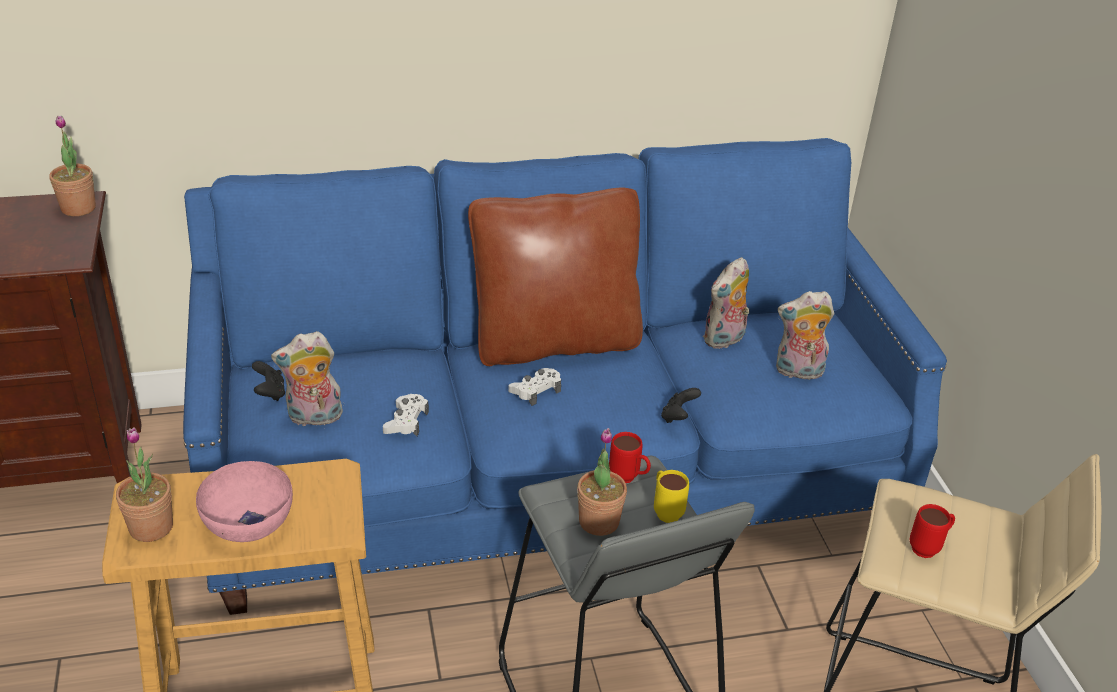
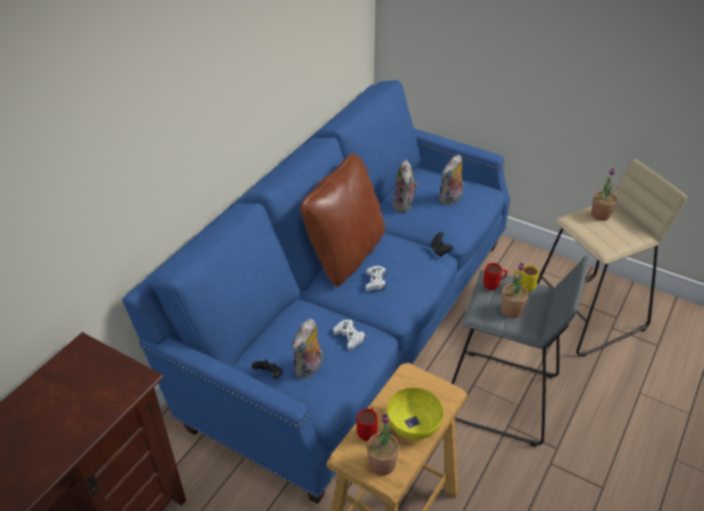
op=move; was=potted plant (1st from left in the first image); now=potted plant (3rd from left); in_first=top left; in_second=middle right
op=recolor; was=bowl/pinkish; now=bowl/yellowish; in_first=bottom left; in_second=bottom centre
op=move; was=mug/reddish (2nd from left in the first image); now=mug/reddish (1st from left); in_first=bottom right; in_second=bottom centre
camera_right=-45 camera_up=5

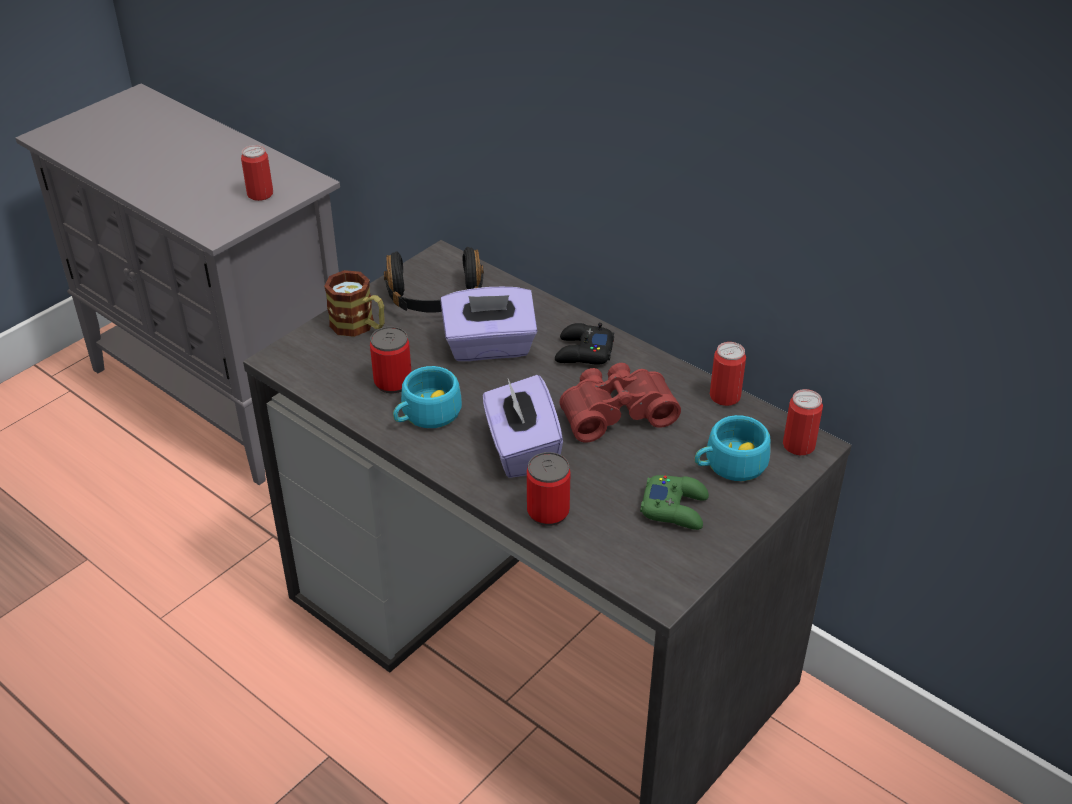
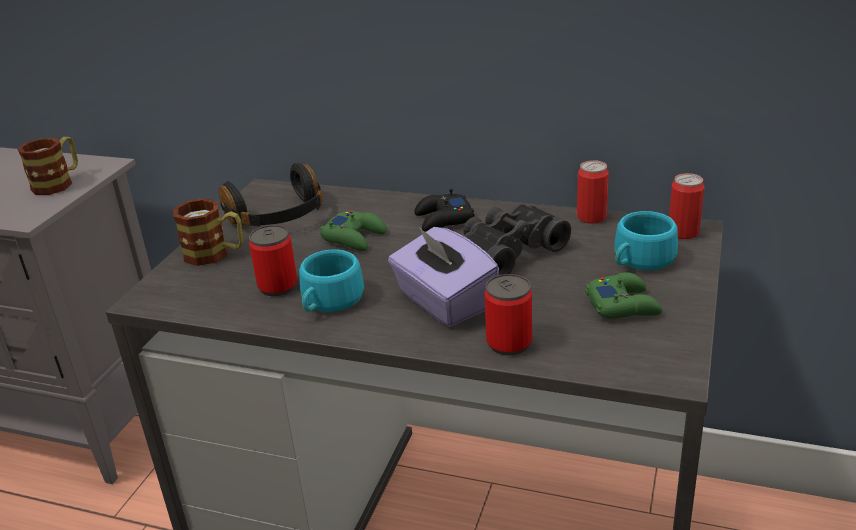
op=replace; was=sealed can (1st from left); now=mug (1st from left); in_first=top left; in_second=top left
op=replace; was=tissue box/purplish (1st from left); now=joypad/green (1st from left); in_first=centre; in_second=centre
op=recolor; was=binoculars/reddish; now=binoculars/black; in_first=centre; in_second=centre
camera_right=-20 camera_up=-10

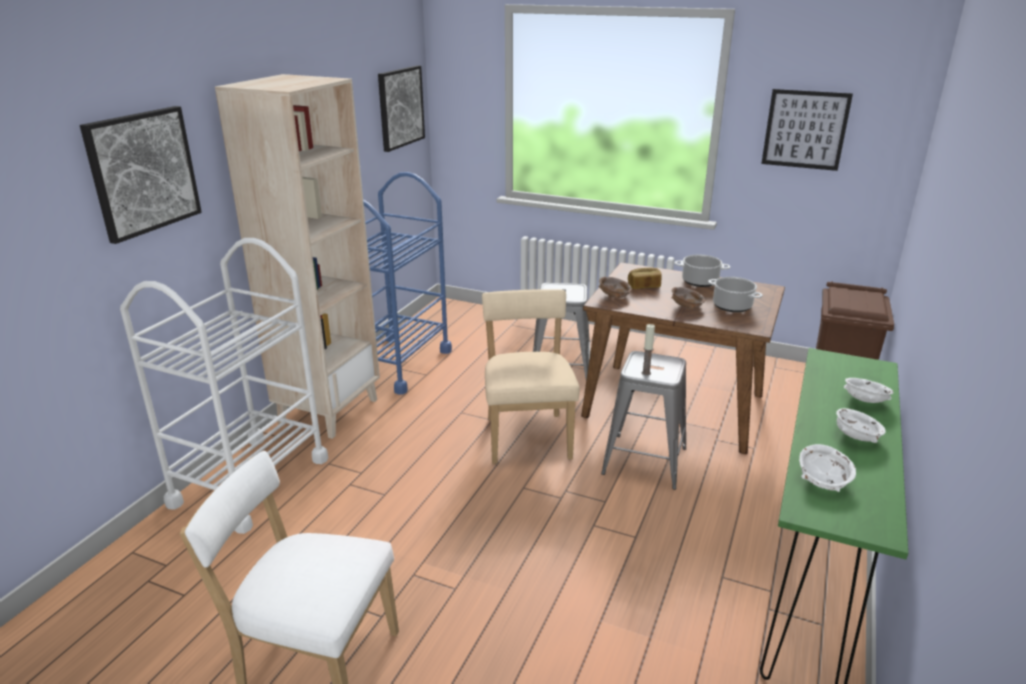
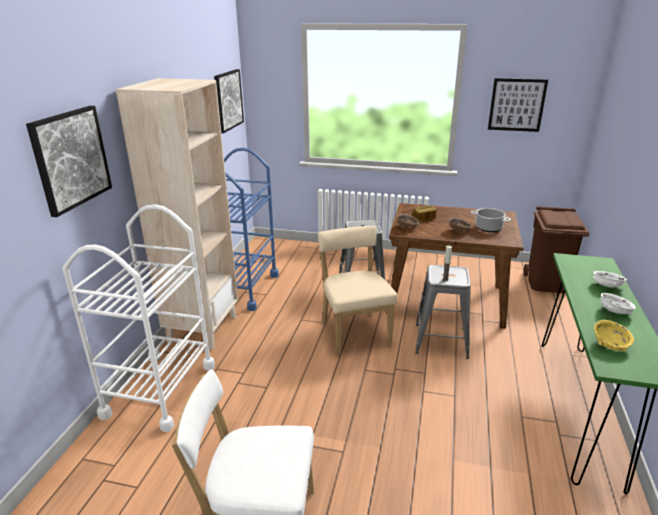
op=delete; was=cooking pot (1st from left); in_first=middle right
op=recolor; was=bowl/whitish (1st from left); now=bowl/yellowish; in_first=bottom right; in_second=middle right
camera_right=-10 camera_up=0

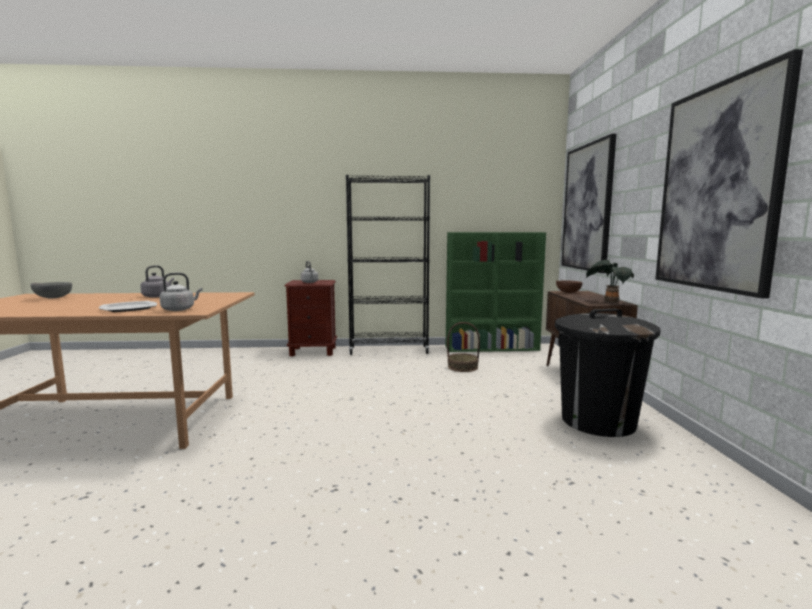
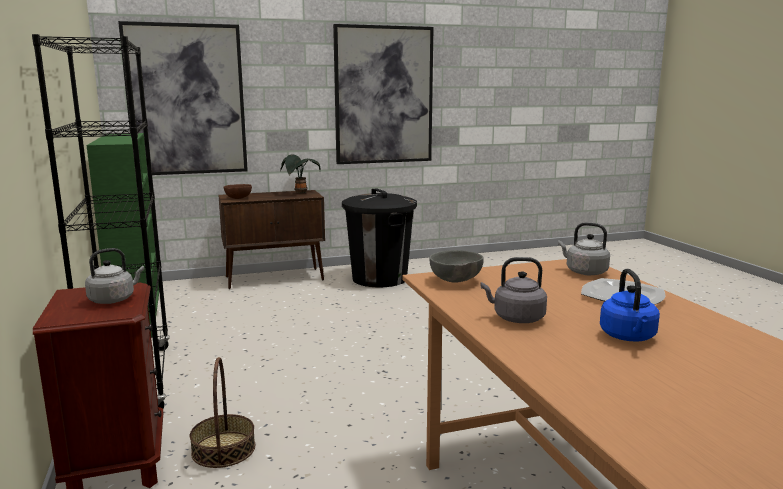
op=move; was=bowl/gray; in_first=middle left; in_second=centre
op=move; was=basket; in_first=centre; in_second=bottom left
op=insert; now=water kettle/bluish; in_second=middle right
camera_right=-105 camera_up=5

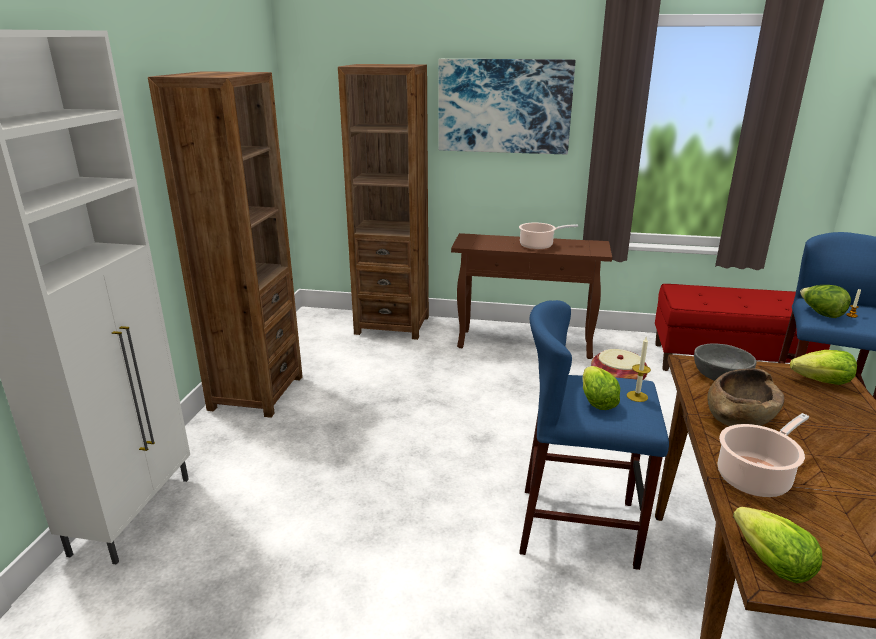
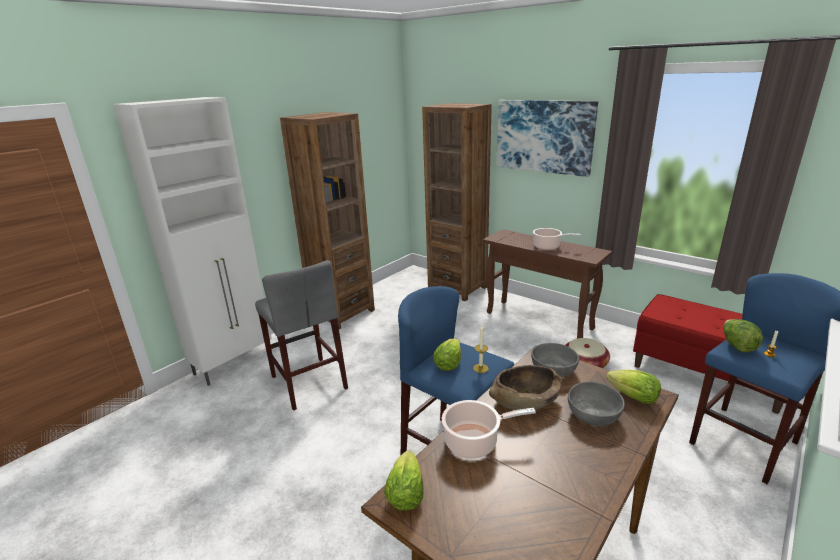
op=insert; now=sitting stool/gray; in_second=centre
op=insert; now=bowl/gray (2nd from left); in_second=bottom right
camera_right=30 camera_up=0

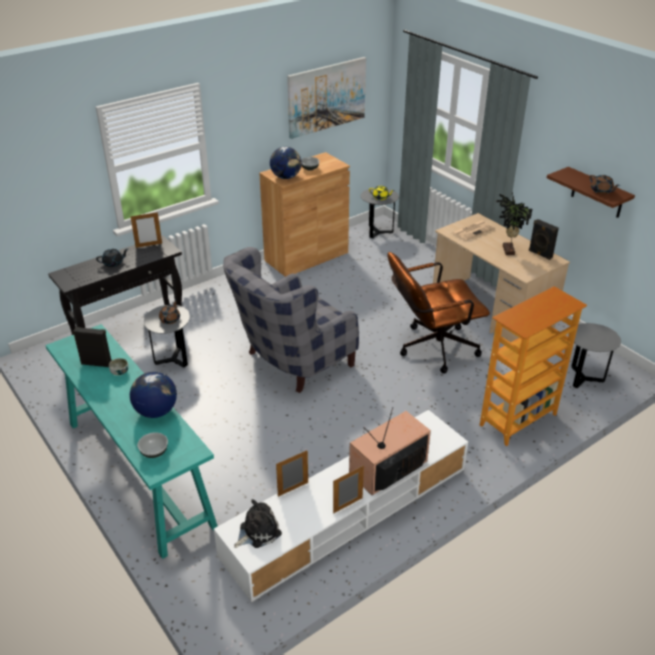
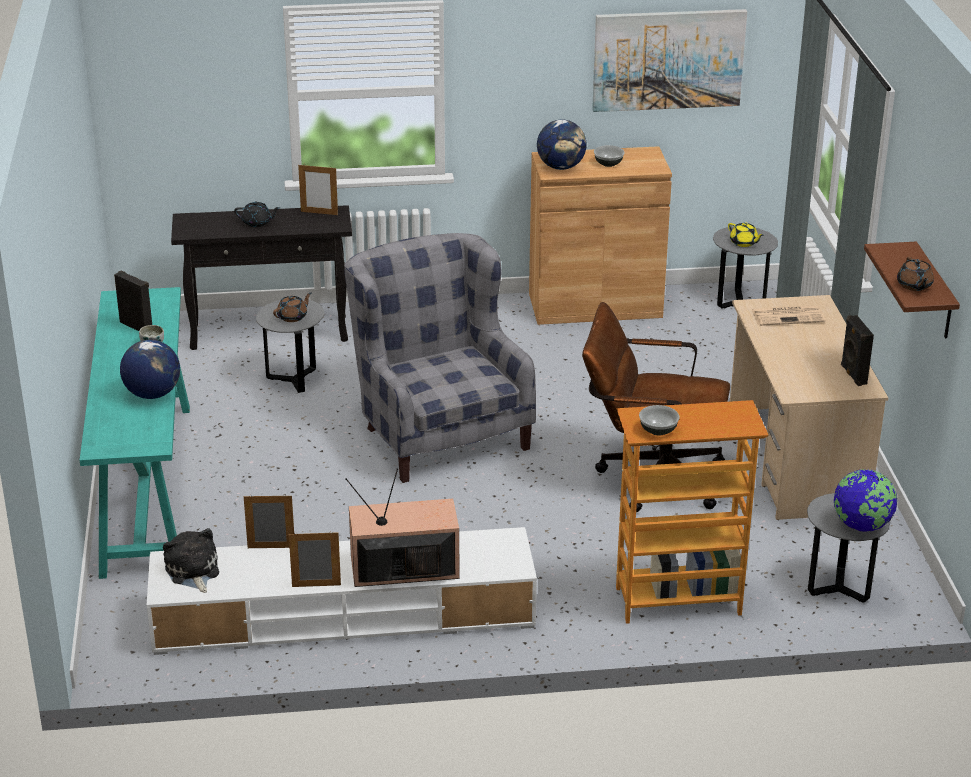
op=move; was=bowl (2nd from left in the first image); now=bowl (3rd from left); in_first=bottom left; in_second=middle right
op=rotate; was=easy chair/gray; in_first=centre; in_second=centre; clockwise=75
op=rotate; was=plush toy; in_first=bottom centre; in_second=bottom left; clockwise=-105
op=delete; was=potted plant; in_first=middle right
op=insert; now=world globe (3rd from left); in_second=middle right
camera_right=30 camera_up=-5

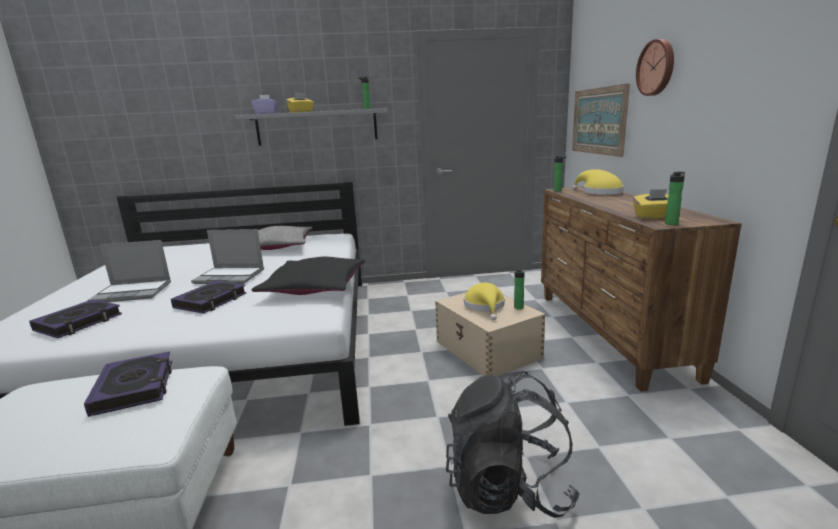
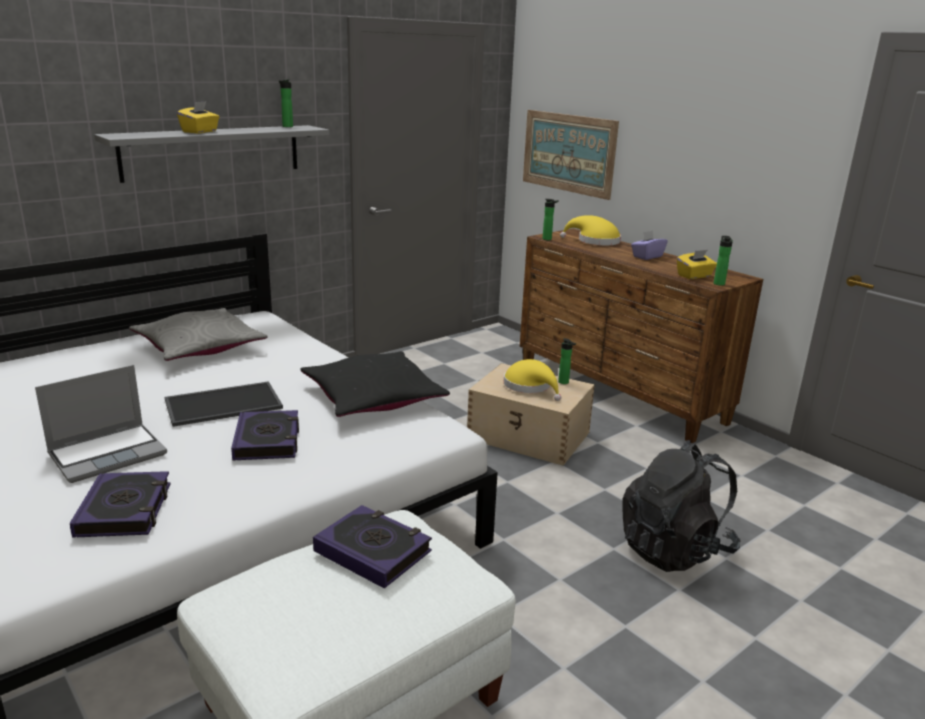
op=replace; was=notebook computer (2nd from left); now=carrying tray; in_first=middle left; in_second=middle left
op=move; was=tissue box/purplish; in_first=top left; in_second=middle right
op=delete; was=wall clock; in_first=top right
camera_right=-35 camera_up=5

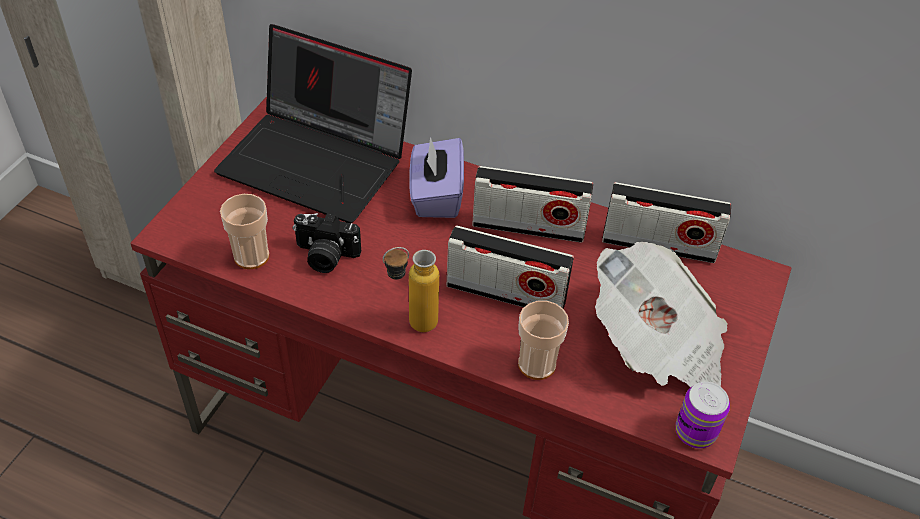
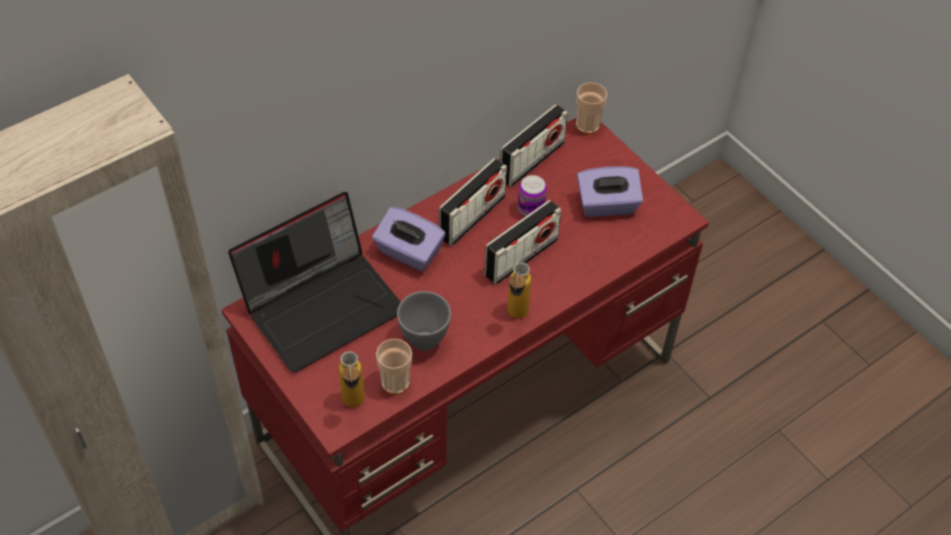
op=replace; was=still camera; now=bowl/gray; in_first=centre; in_second=centre
op=move; was=cup (2nd from left); in_first=centre; in_second=top centre
op=replace; was=printed paper; now=tissue box/purplish (2nd from left); in_first=middle right; in_second=centre
op=move; was=sealed can; in_first=bottom right; in_second=centre
op=insert; now=beverage bottle (1st from left); in_second=bottom centre
camera_right=-60 camera_up=5

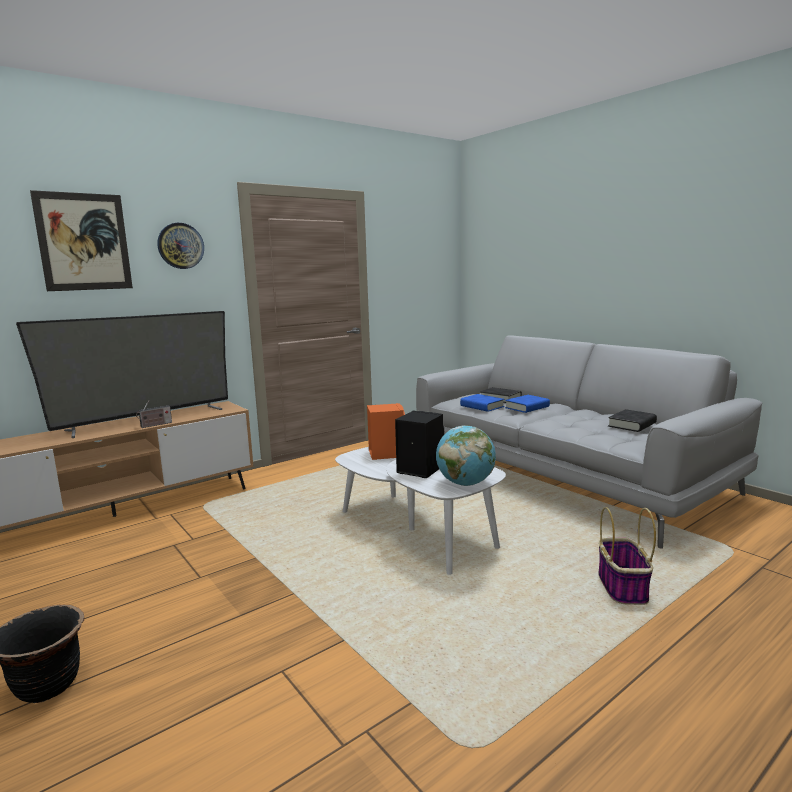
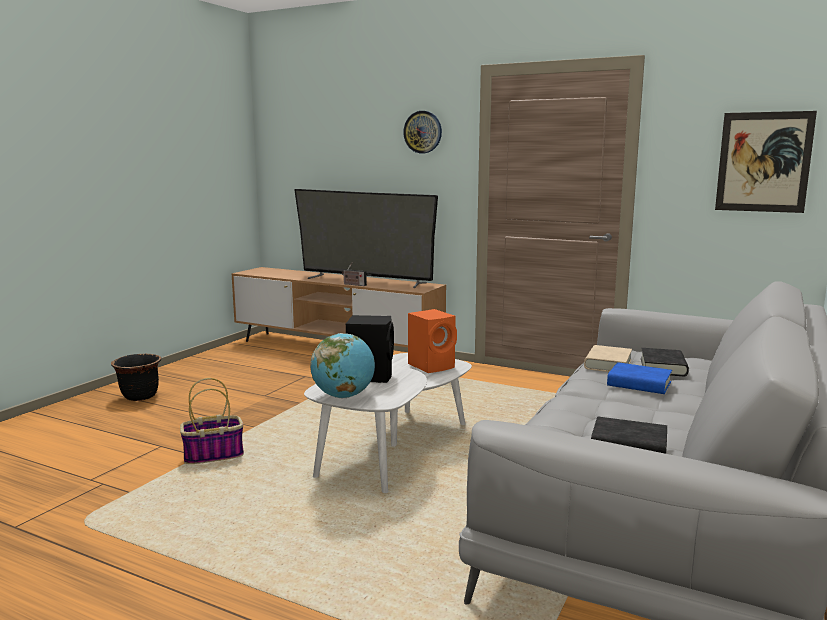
op=move; was=picture; in_first=top left; in_second=top right
op=recolor; was=volume/bluish (1st from left); now=volume/beige; in_first=centre; in_second=middle right
op=move; was=basket; in_first=bottom right; in_second=bottom left
camera_right=65 camera_up=0

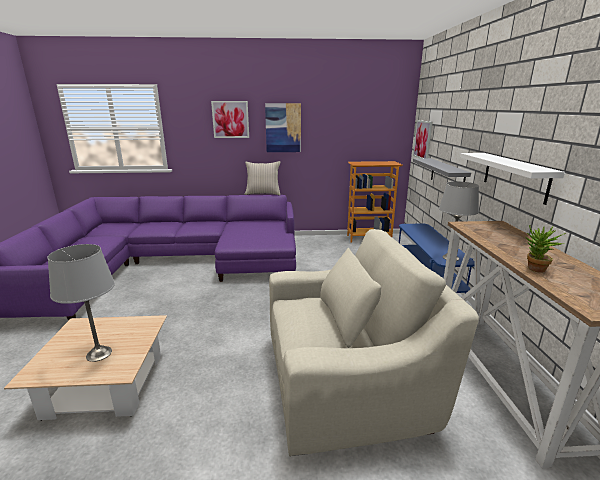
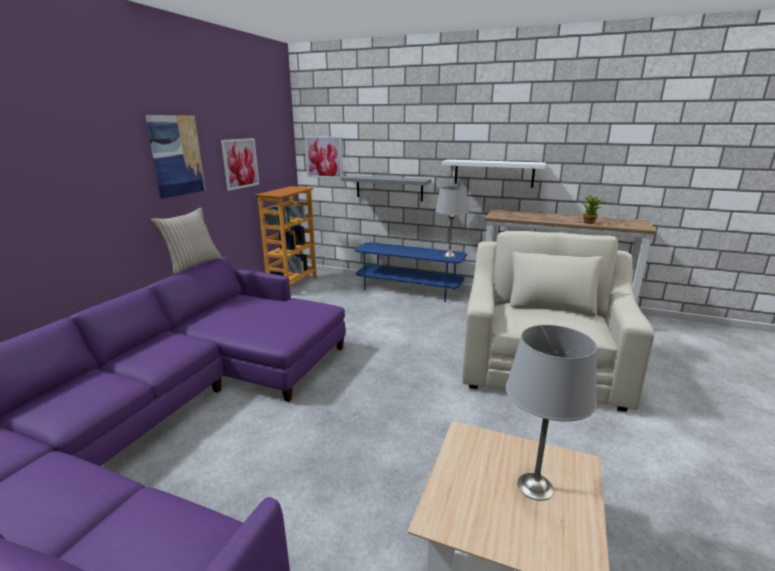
op=move; was=picture (1st from left in the first image); now=picture (2nd from left); in_first=top centre; in_second=top left
camera_right=-65 camera_up=0

